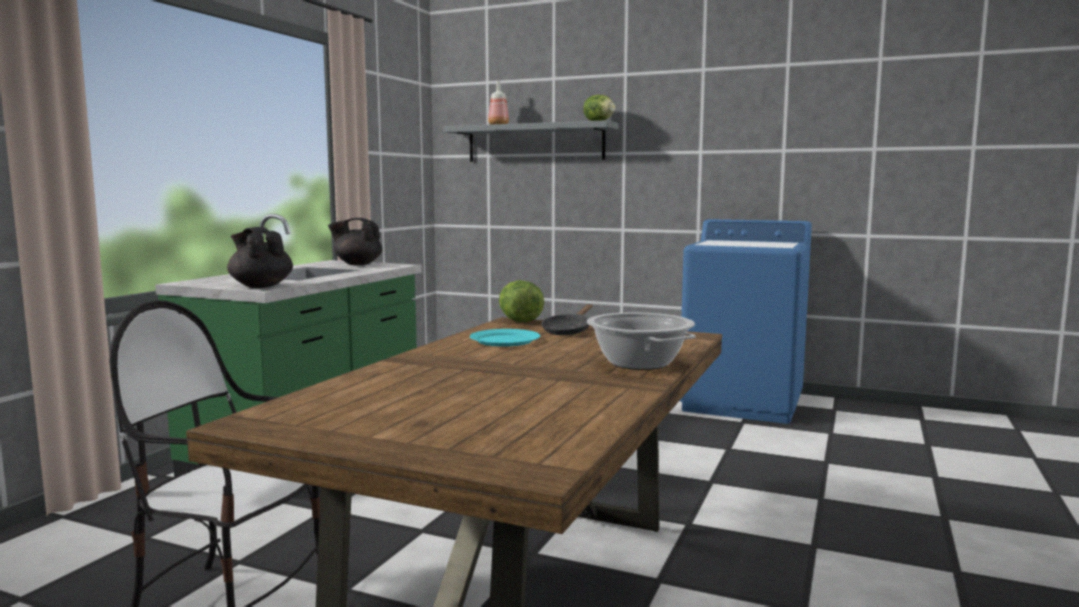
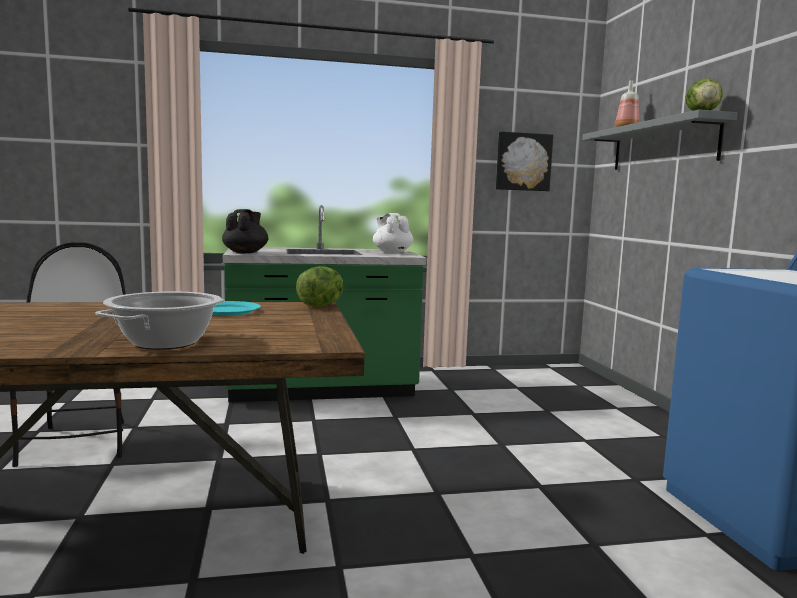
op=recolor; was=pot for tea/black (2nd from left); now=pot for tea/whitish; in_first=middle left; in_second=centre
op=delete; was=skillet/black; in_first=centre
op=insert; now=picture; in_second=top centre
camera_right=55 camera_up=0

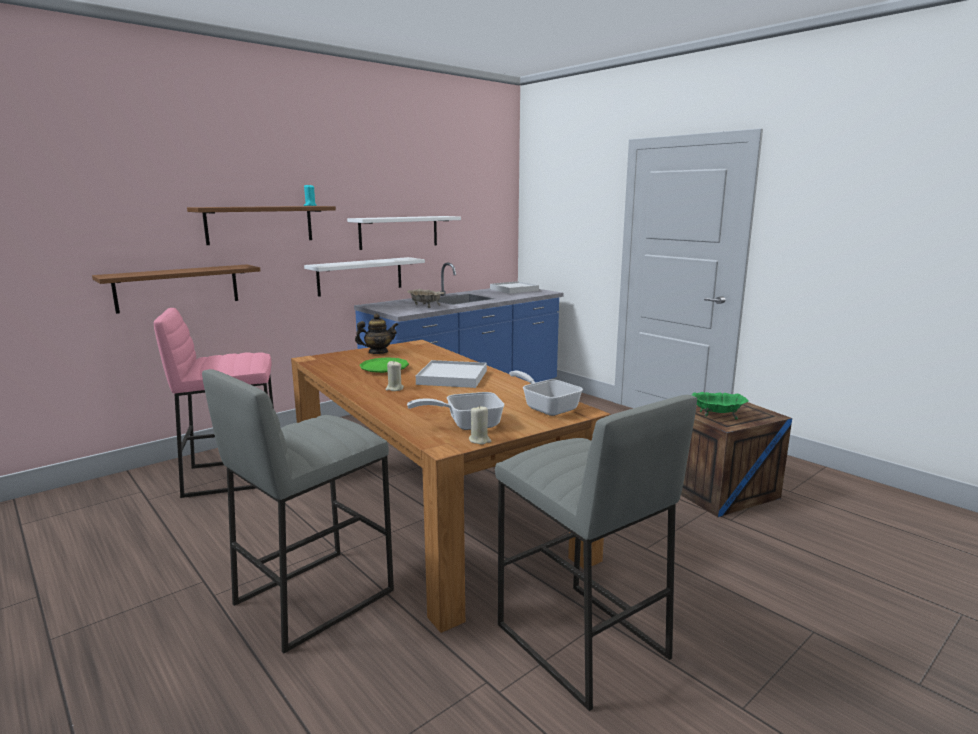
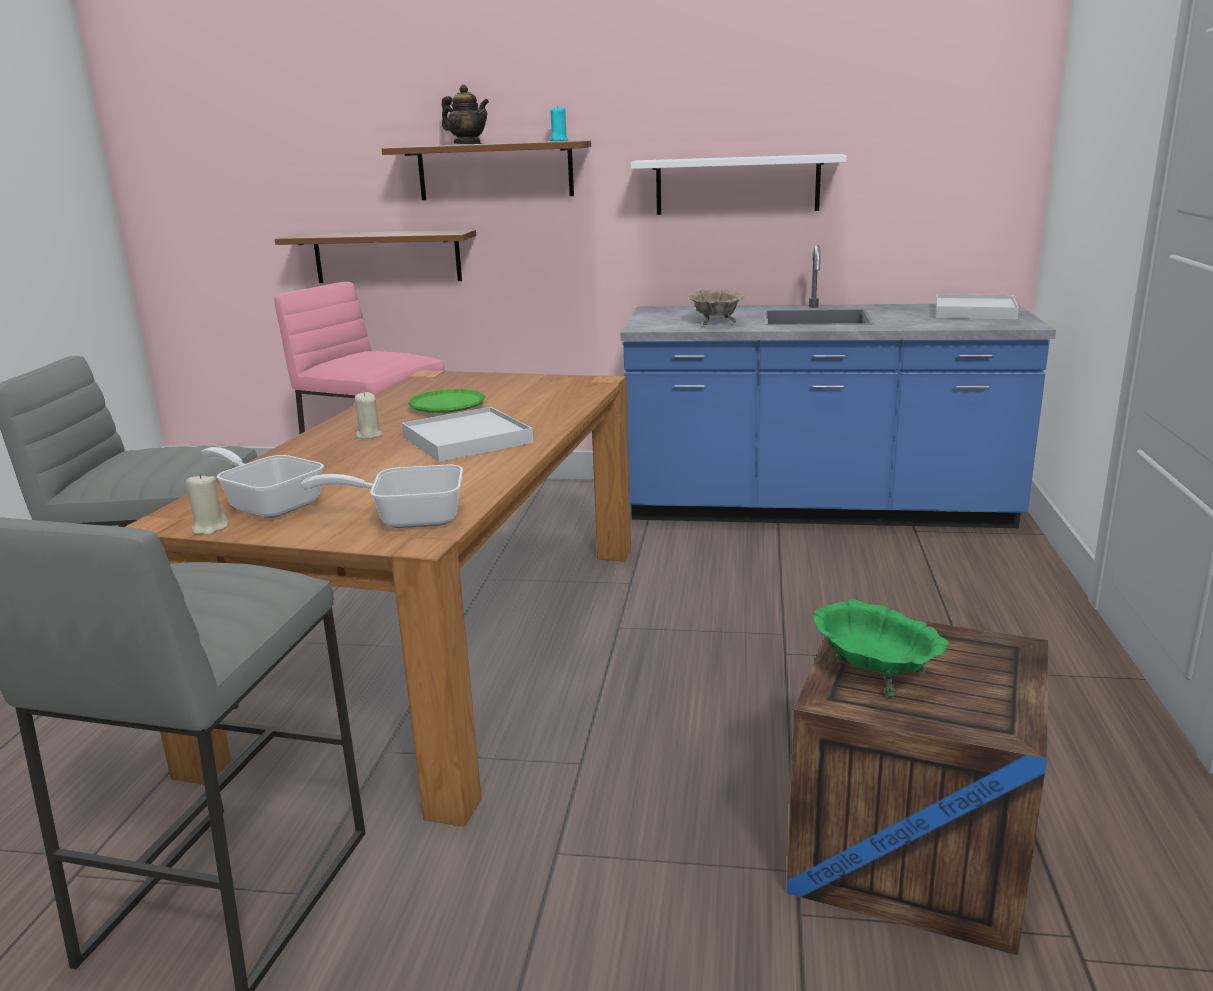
op=delete; was=shelf/whitish (1st from left); in_first=centre
op=move; was=pot for tea; in_first=centre; in_second=top centre
op=rotate; was=skillet (2nd from left); in_first=centre; in_second=middle left; clockwise=-105
camera_right=50 camera_up=5

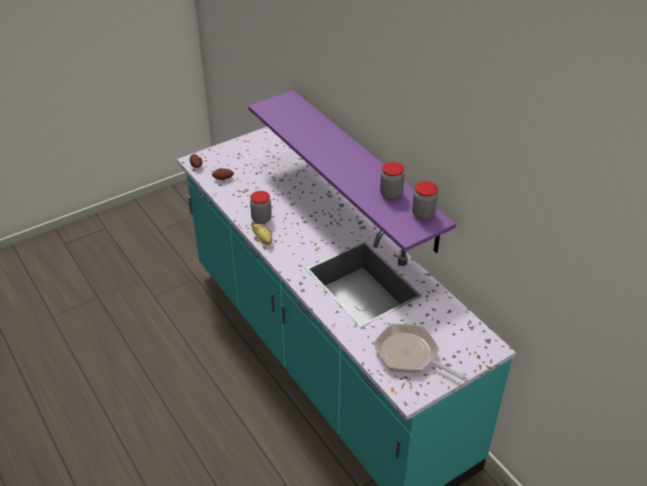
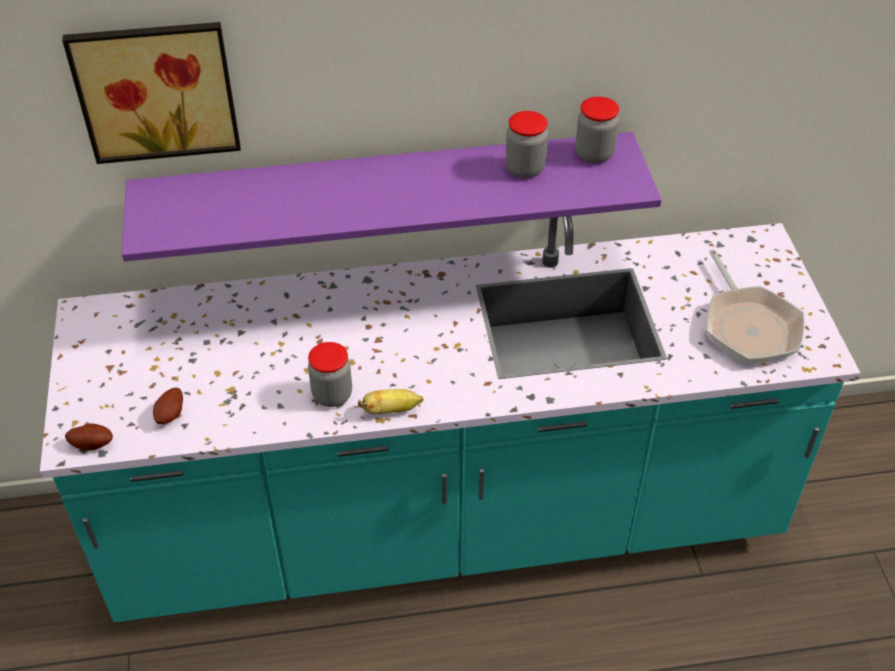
op=rotate; was=skillet; in_first=bottom centre; in_second=middle right; clockwise=-75
op=insert; now=picture; in_second=top left
camera_right=-65 camera_up=5

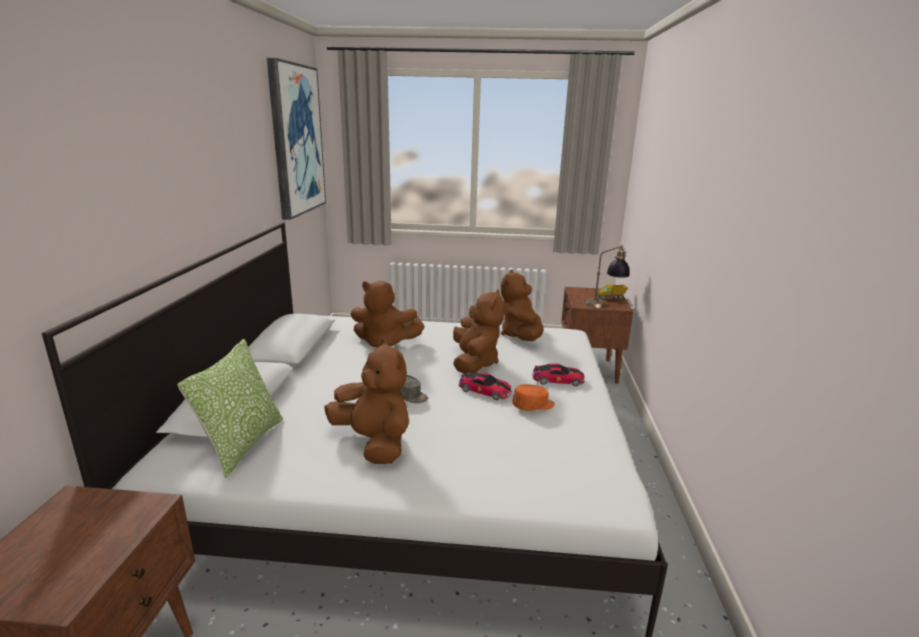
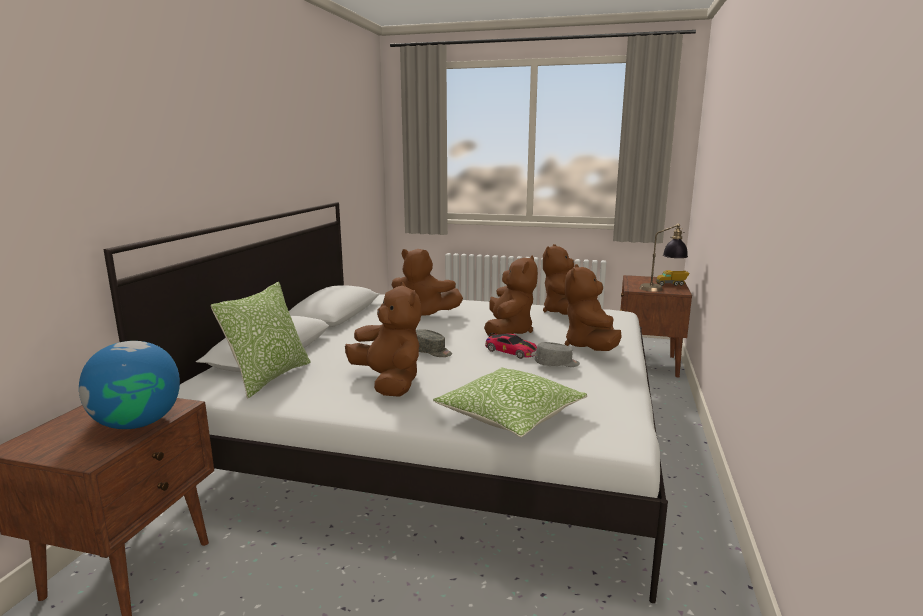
op=delete; was=picture; in_first=top left
op=recolor; was=baseball cap/orange-coloured; now=baseball cap/gray (2nd from left); in_first=centre; in_second=centre
op=replace; was=model car (2nd from left); now=plush toy/brown (5th from left); in_first=centre; in_second=centre
op=insert; now=world globe; in_second=middle left
op=insert; now=cushion (2nd from left); in_second=centre
camera_right=10 camera_up=-5

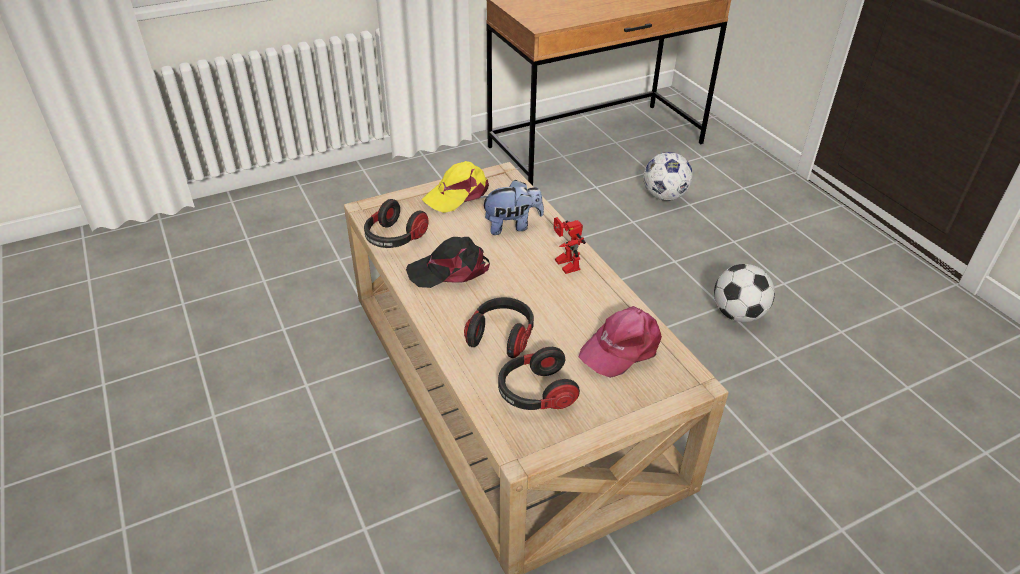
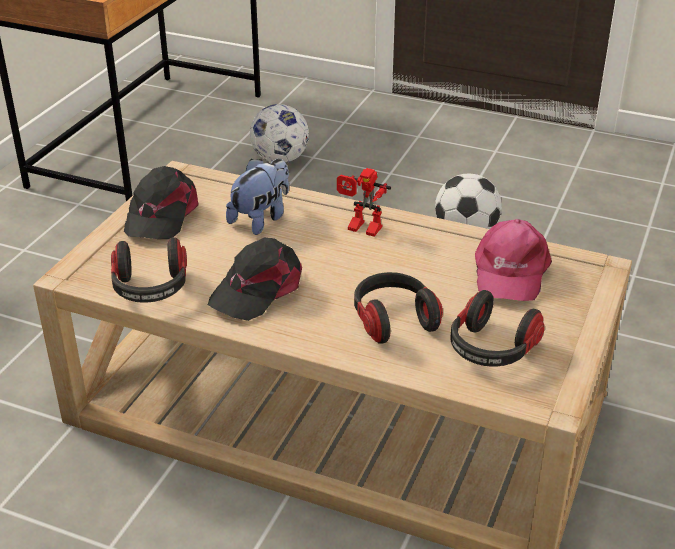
op=recolor; was=baseball cap/yellowish; now=baseball cap/black (1st from left); in_first=top centre; in_second=middle left
camera_right=-40 camera_up=-5

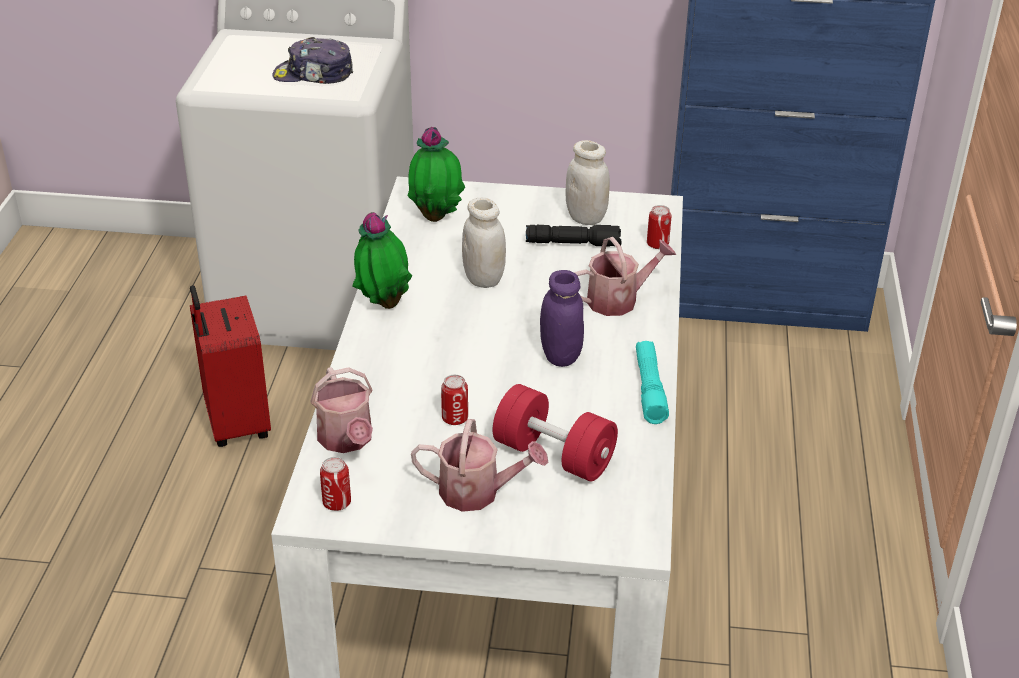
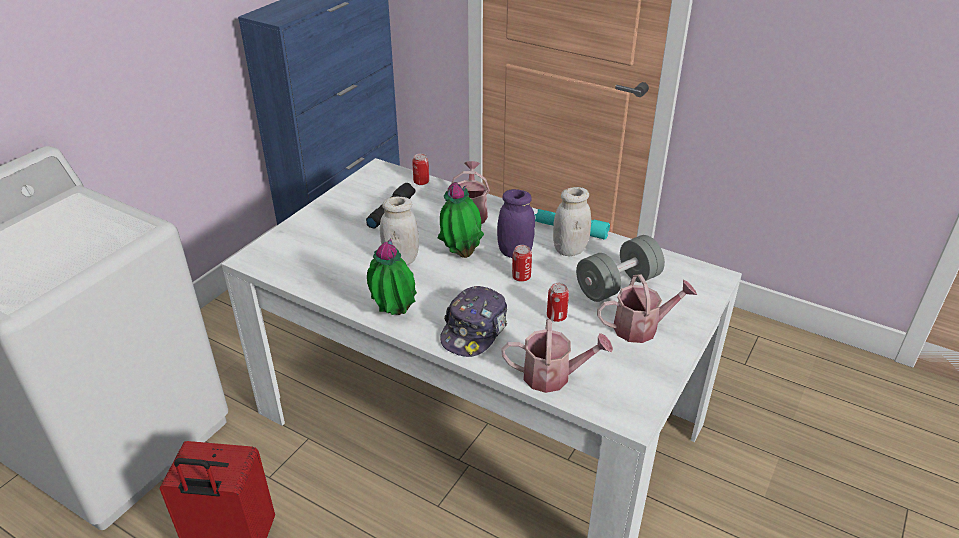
op=move; was=baseball cap; in_first=top left; in_second=centre
op=move; was=sealed can (1st from left in the first image); now=sealed can (2nd from left); in_first=bottom left; in_second=centre
op=move; was=potted plant (2nd from left); in_first=top centre; in_second=centre
op=rotate; was=watering can (2nd from left in the first image); in_first=bottom centre; in_second=middle right; clockwise=45
op=recolor; was=dumbbell/reddish; now=dumbbell/gray; in_first=centre; in_second=centre
op=move; was=preserve jar/whitish (2nd from left); in_first=top centre; in_second=centre
camera_right=-65 camera_up=0

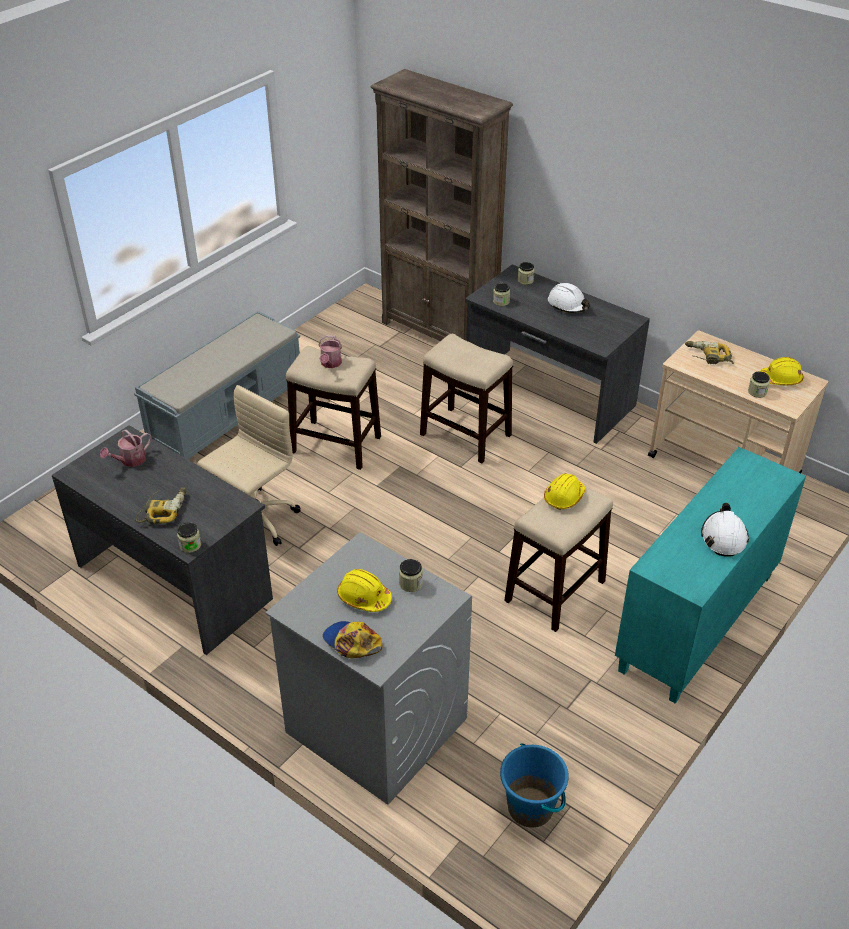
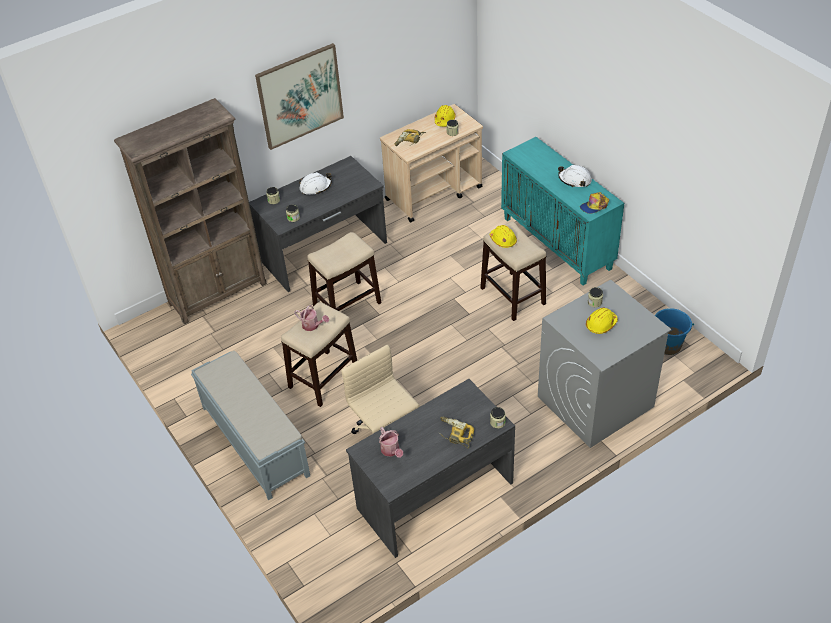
op=move; was=baseball cap; in_first=bottom centre; in_second=top right
op=insert; now=picture; in_second=top centre
camera_right=-70 camera_up=5

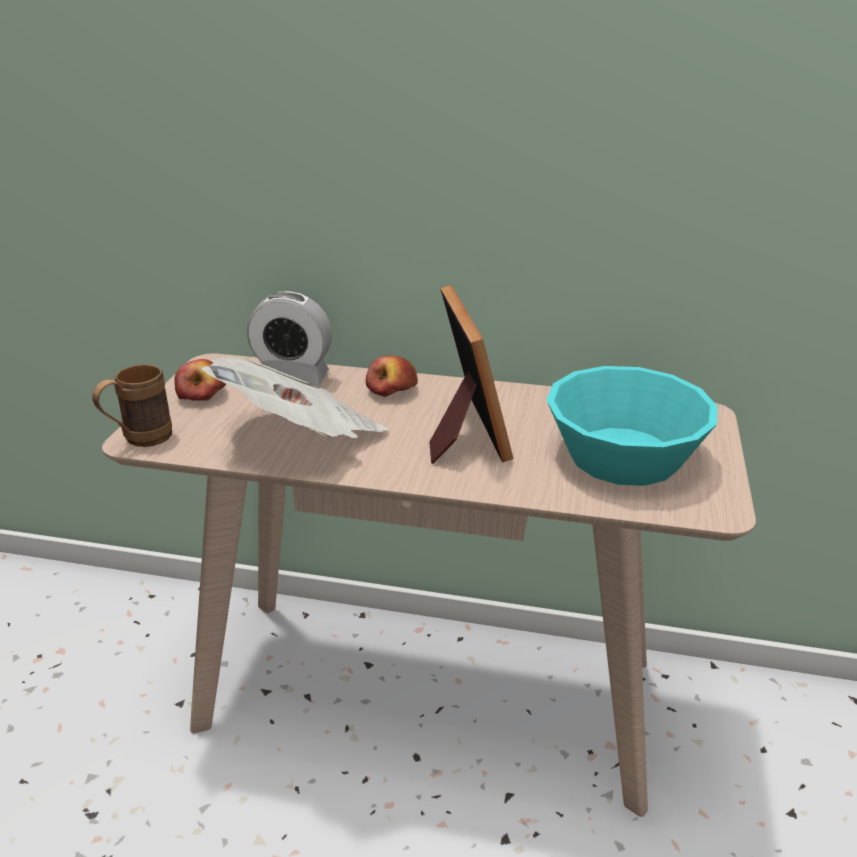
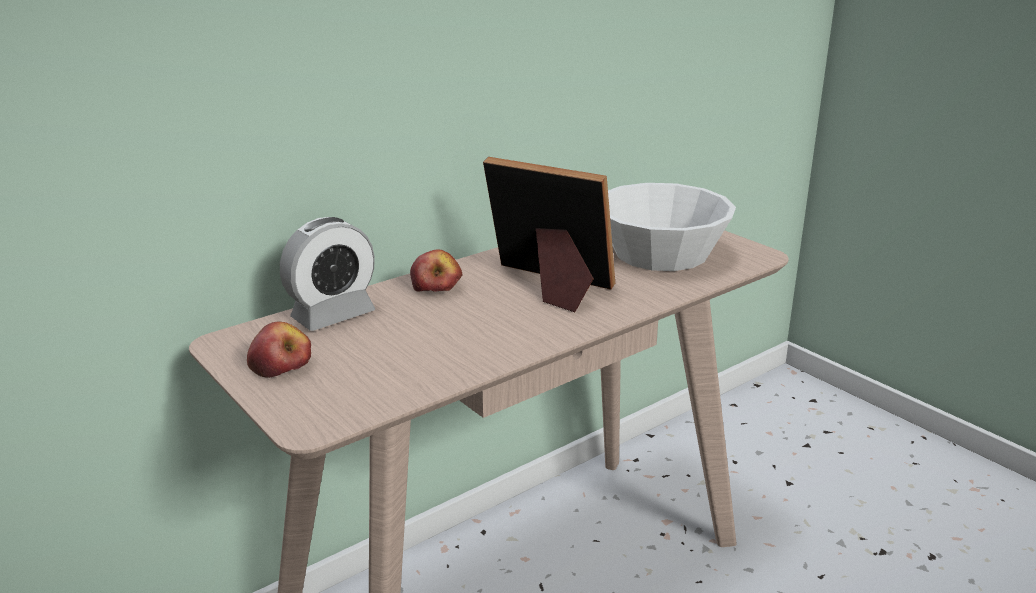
op=delete; was=mug/brown; in_first=middle left
op=delete; was=printed paper; in_first=centre
op=recolor; was=bowl/turquoise; now=bowl/whitish; in_first=middle right; in_second=centre
camera_right=-50 camera_up=-5

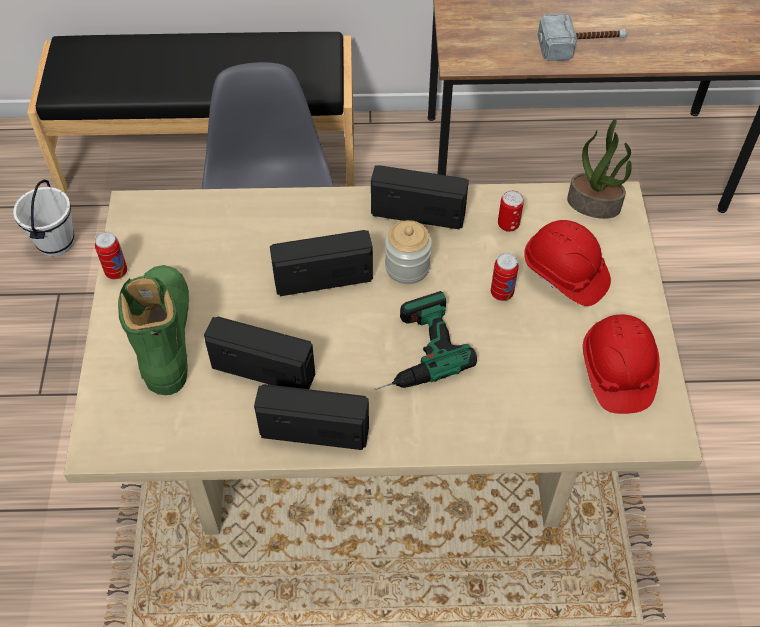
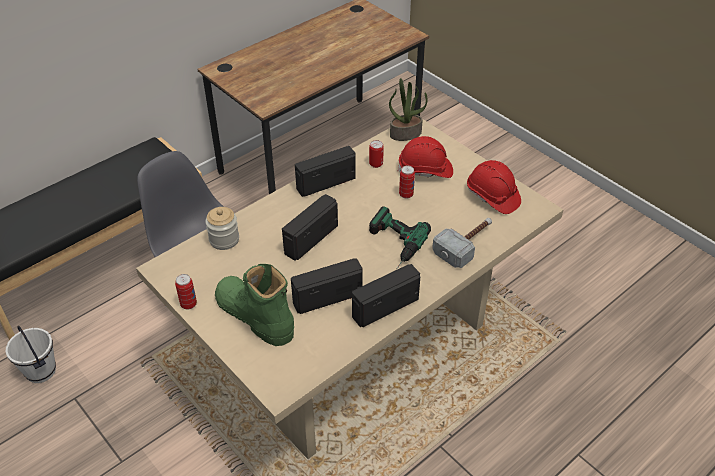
op=move; was=preserve jar; in_first=centre; in_second=middle left
op=move; was=hammer; in_first=top right; in_second=centre
camera_right=-40 camera_up=-10

